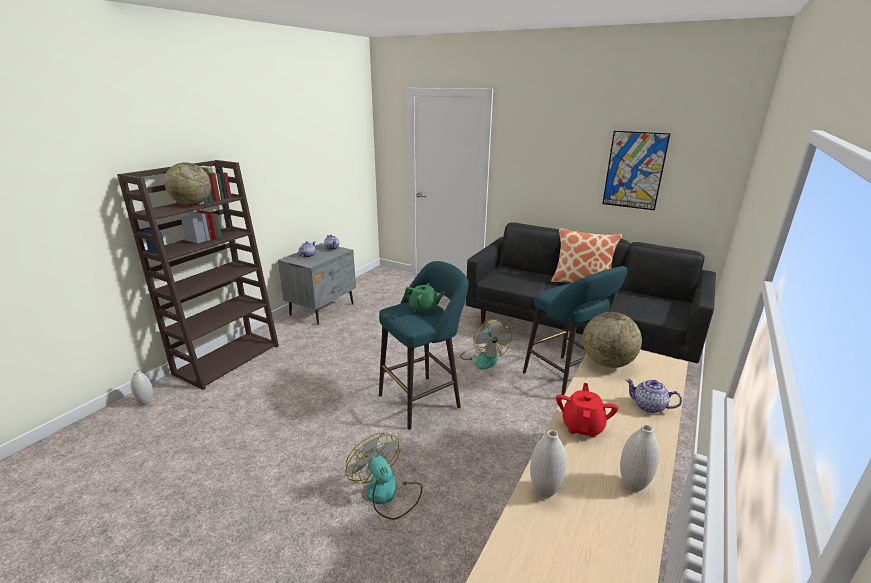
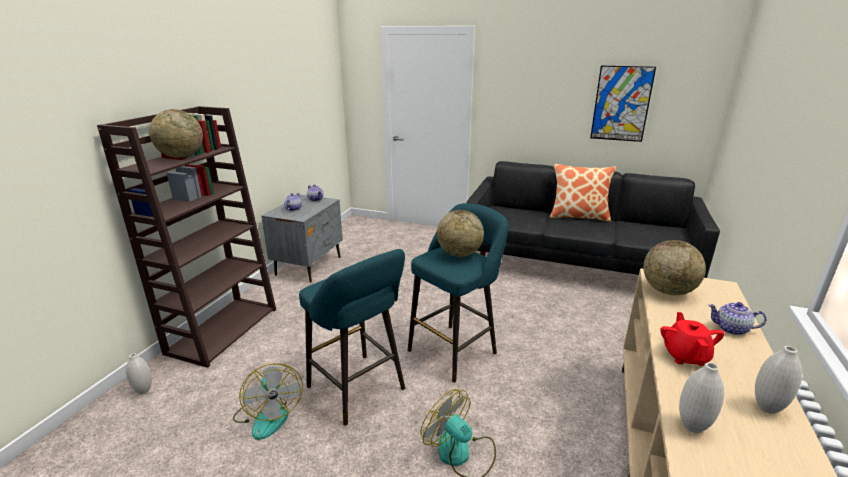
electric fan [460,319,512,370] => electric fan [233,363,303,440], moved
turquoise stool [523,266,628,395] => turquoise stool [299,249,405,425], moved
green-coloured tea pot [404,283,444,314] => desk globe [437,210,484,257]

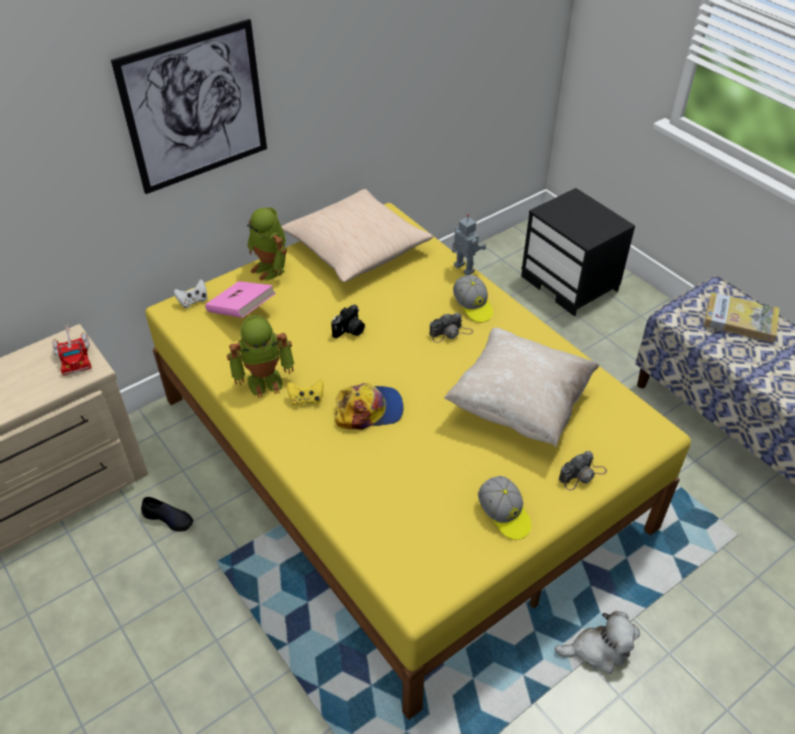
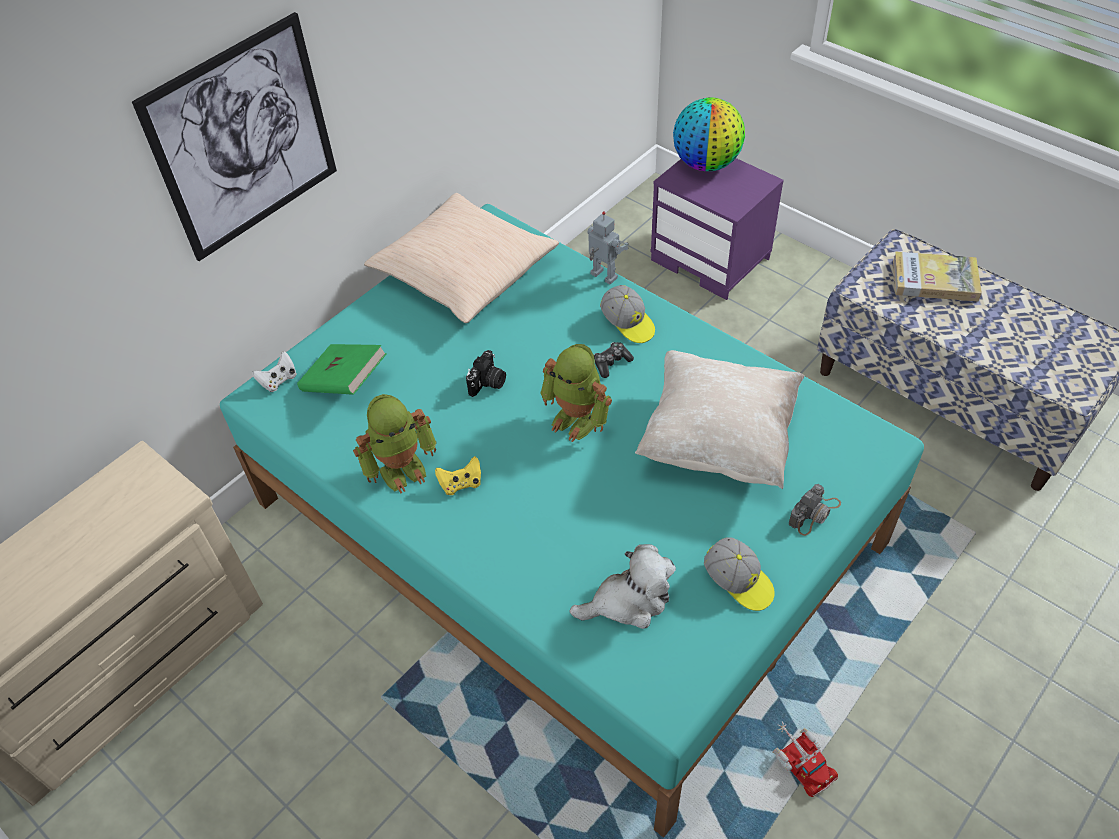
blackish low shoe [141,497,193,532] => nothing
cap [335,383,404,430] => nothing
nothing => desk globe [673,97,745,171]
model truck [52,324,92,375] => model truck [773,722,838,797], moved
toy robot [247,207,287,281] => toy robot [540,344,612,442], moved
cuddly toy [555,611,640,674] => cuddly toy [569,544,676,629], moved
still camera [430,313,473,343] => game controller [594,342,634,378]
yellow-coloured bedroom bed [145,203,691,720] => turquoise bedroom bed [220,204,924,838]
pink-coloured book [205,281,276,318] => green-coloured book [297,344,387,395]
blackish bedside table [521,188,635,316] => purple bedside table [651,158,784,300]

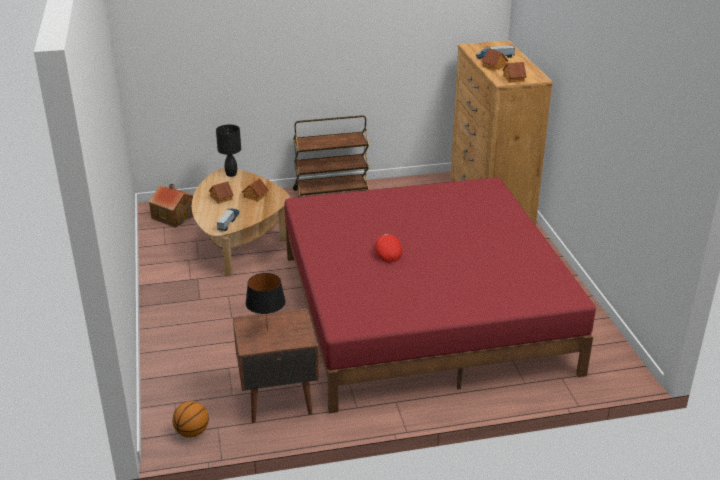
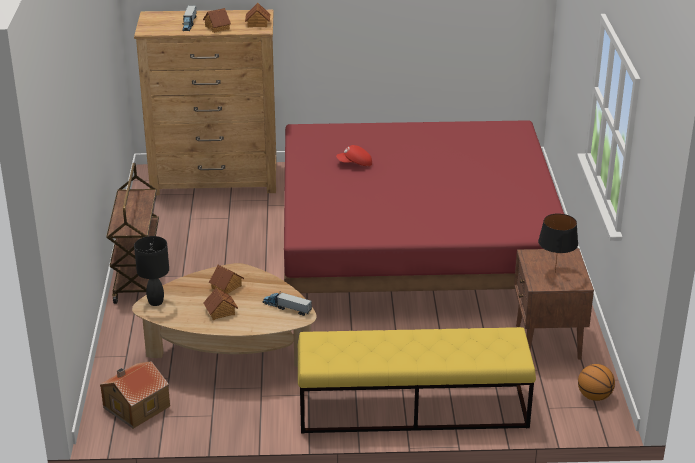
nothing => yellow-coloured indoor bench [298,327,536,434]
red-coloured cap [375,234,402,263] => red-coloured cap [336,145,372,166], moved

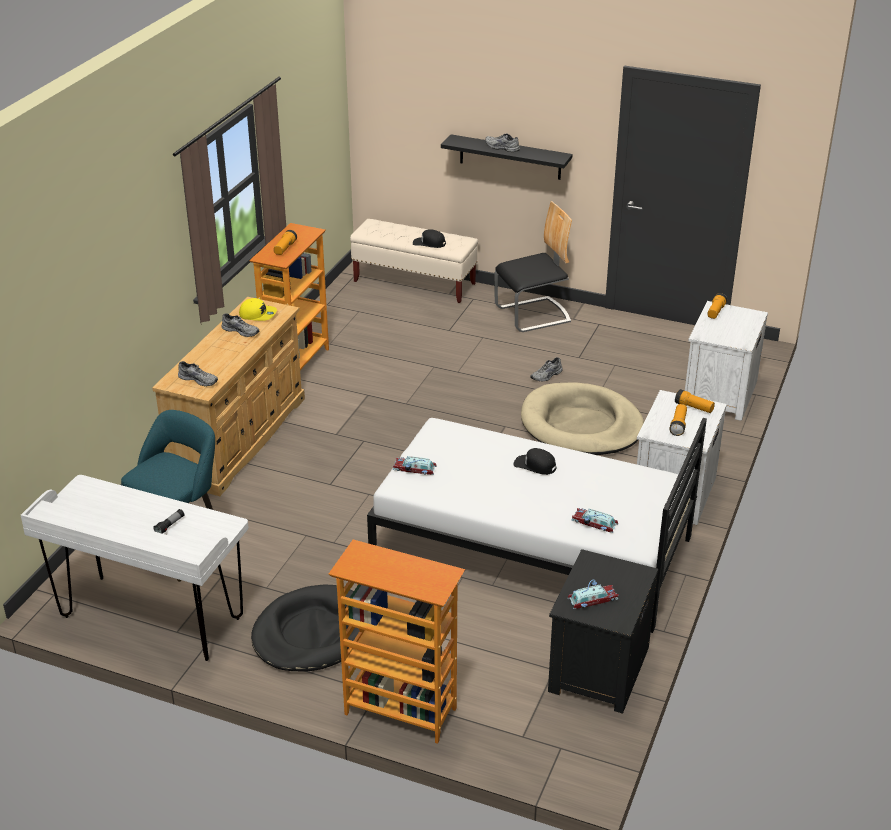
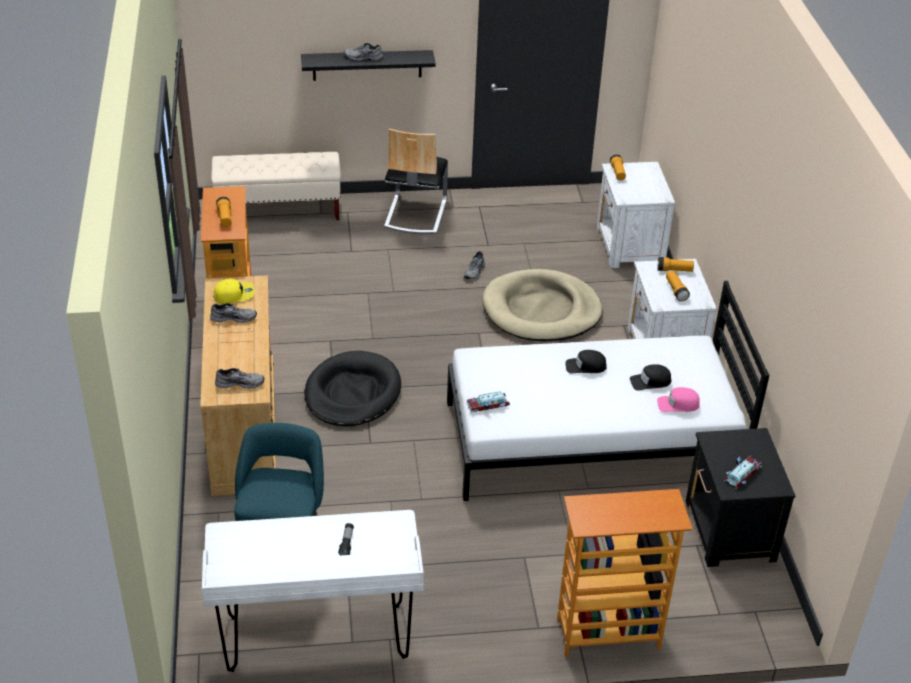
blackish dog cushion [251,585,359,672] => blackish dog cushion [304,351,401,426], moved
blackish cap [413,229,446,248] => blackish cap [630,364,671,391], moved
toy car [572,508,618,533] => pink-coloured cap [657,387,700,412]
chair [494,201,572,332] => chair [384,129,448,234], 150 degrees clockwise

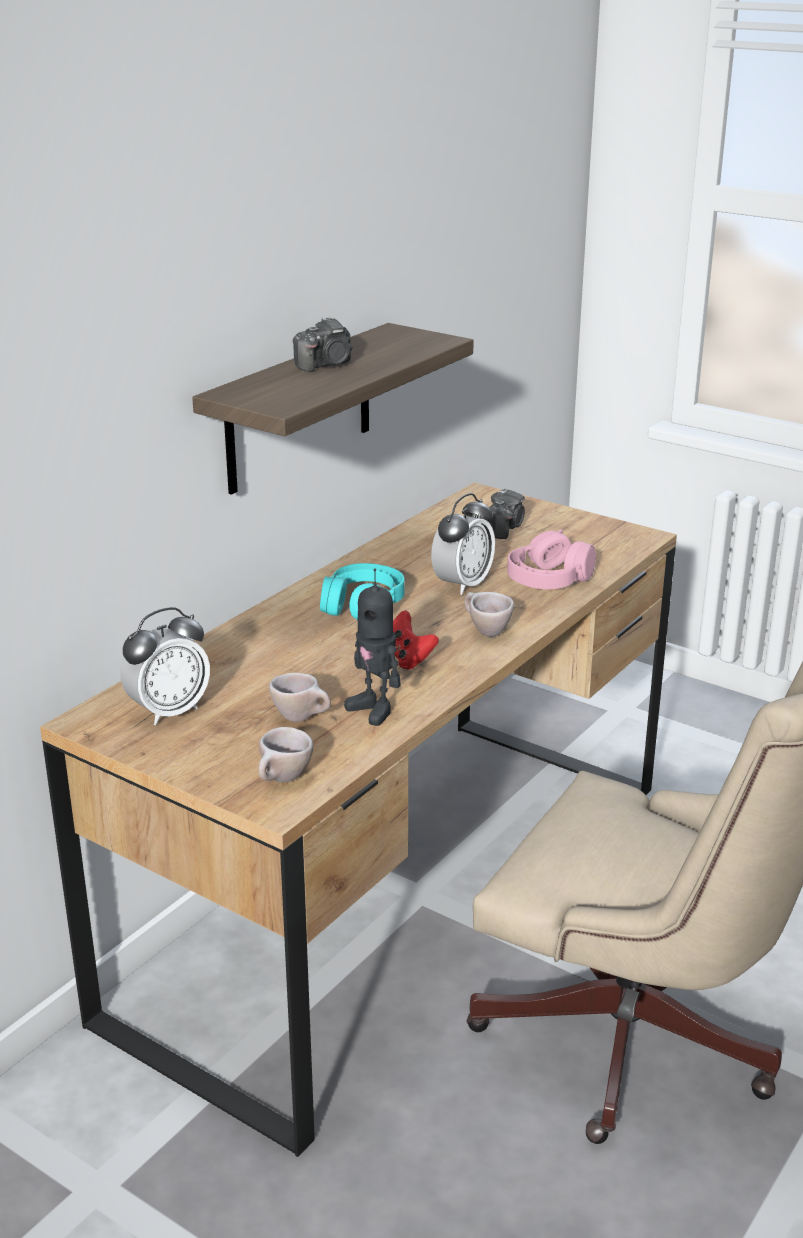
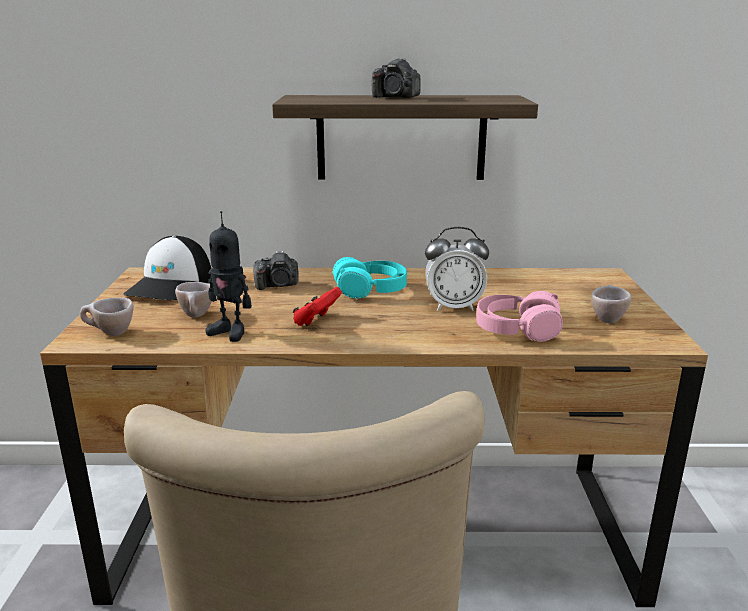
sand-coloured small cup [464,592,514,637] => sand-coloured small cup [591,285,632,323], moved
still camera [488,488,525,539] => still camera [253,251,299,290], moved
table clock [120,607,210,725] => cap [124,236,211,300]
toy robot [344,569,401,726] => toy robot [205,211,252,342], 75 degrees counterclockwise

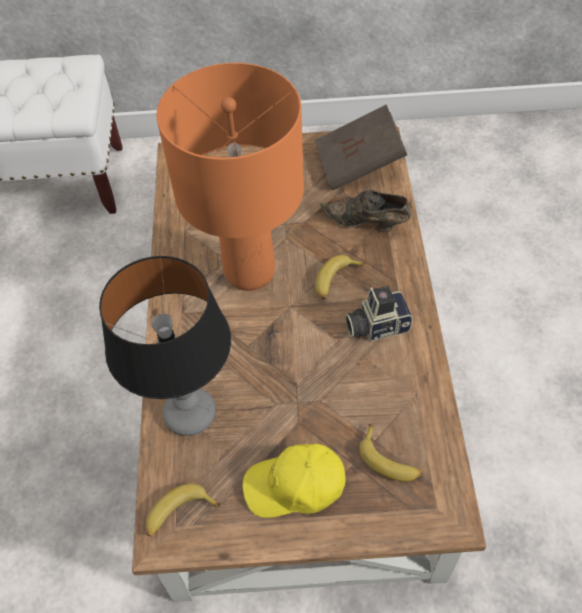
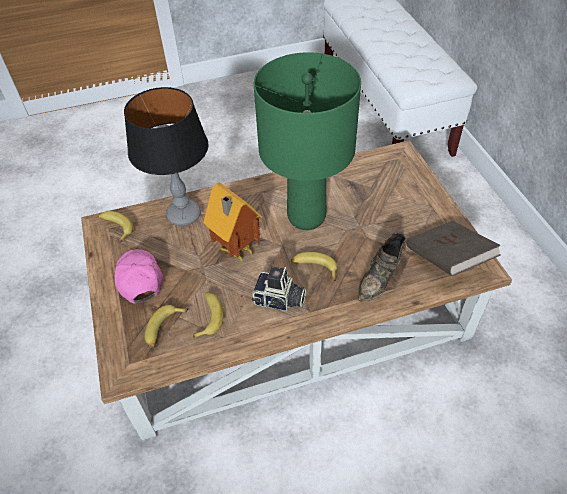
nothing => banana [193,292,224,339]
nothing => model house [203,182,262,263]
orange-coloured table lamp [157,63,304,291] => green-coloured table lamp [254,52,361,230]
yellow-coloured cap [243,444,346,518] => pink-coloured cap [115,249,163,304]
brown low shoe [320,190,411,232] => brown low shoe [358,232,406,301], 150 degrees counterclockwise
still camera [345,286,413,341] => still camera [252,267,306,311], 135 degrees clockwise

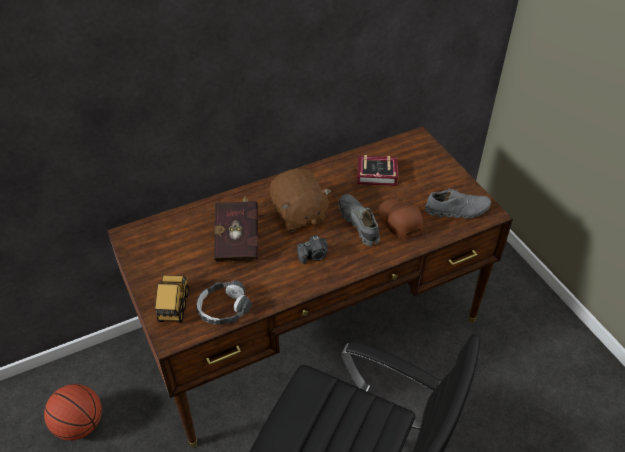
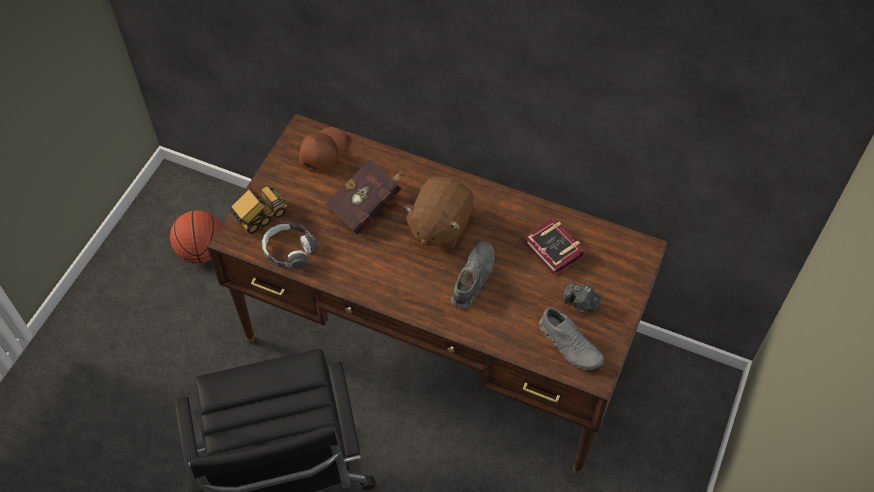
still camera [297,235,328,264] => still camera [564,282,601,313], moved
brown cap [378,199,423,239] => brown cap [299,127,347,173], moved

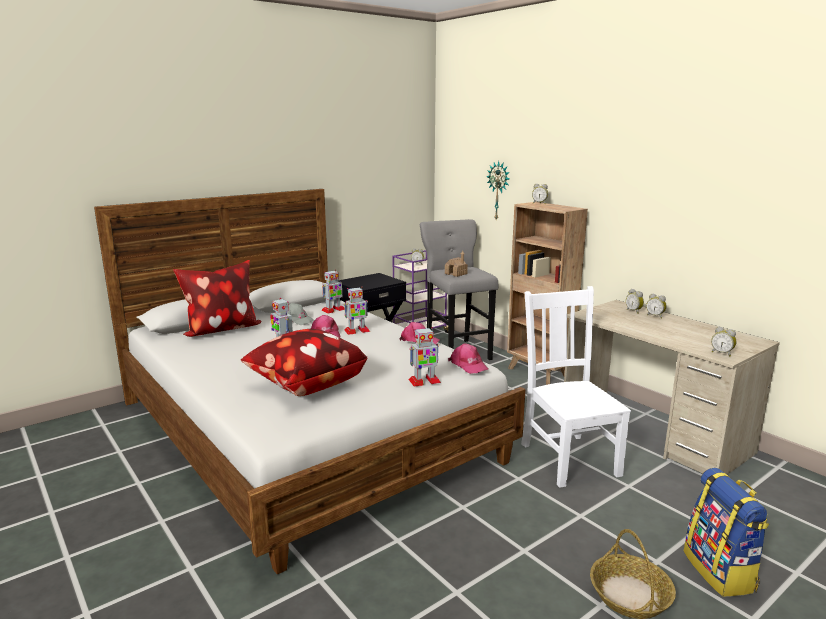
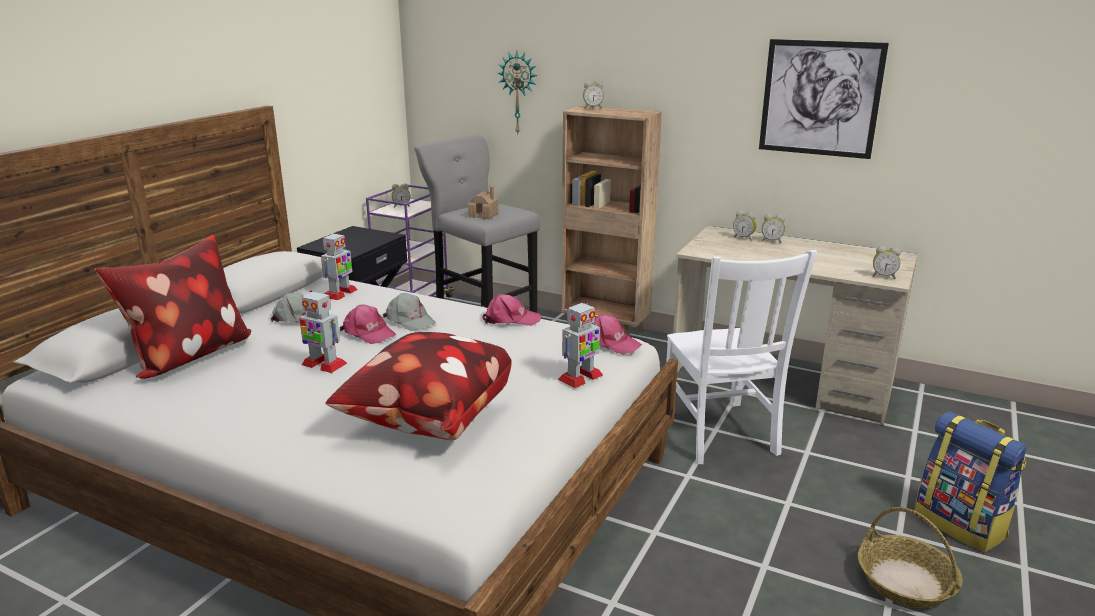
nothing => wall picture [759,39,889,159]
toy robot [344,287,370,335] => gray cap [383,293,436,331]
white chair [521,286,631,488] => white chair [666,250,817,464], 150 degrees counterclockwise

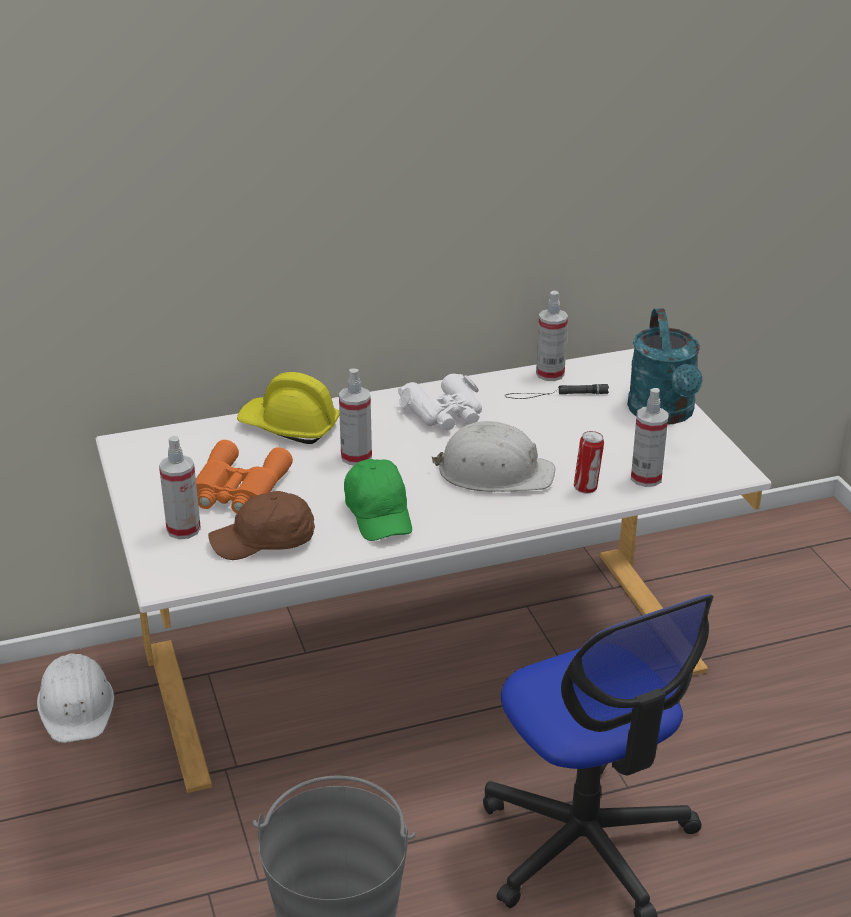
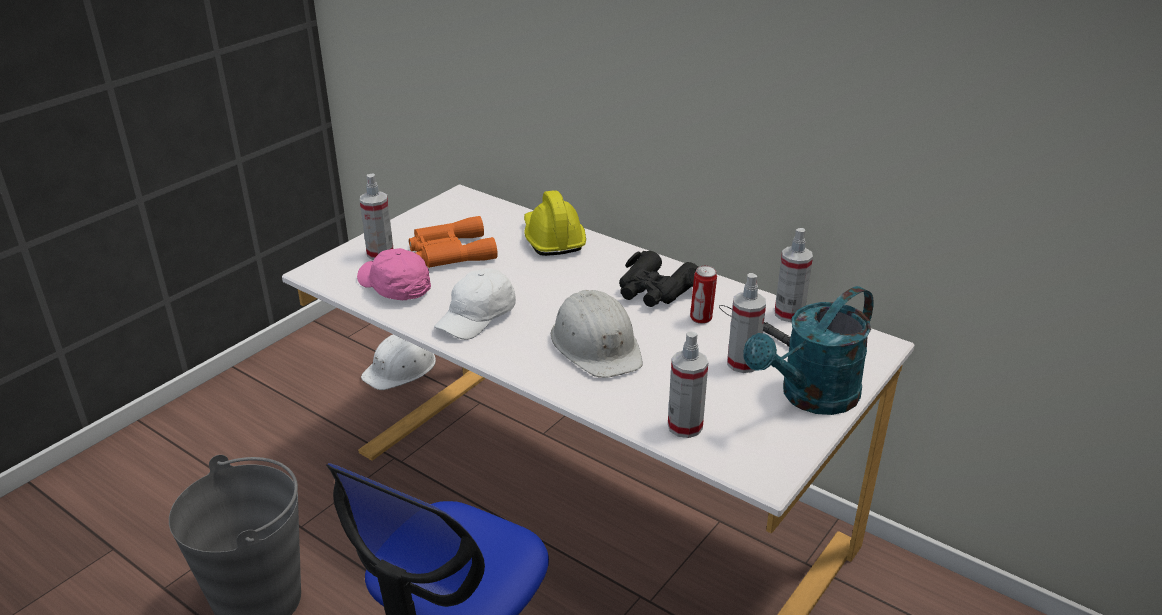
hand sprayer [339,369,372,465] => hand sprayer [727,273,766,373], moved
can [574,431,604,494] => can [690,266,717,324], moved
brown cap [208,491,315,560] => pink-coloured cap [357,248,431,300]
green-coloured cap [344,459,412,541] => white cap [434,268,516,340]
white binoculars [398,374,482,431] => blackish binoculars [619,251,699,307]

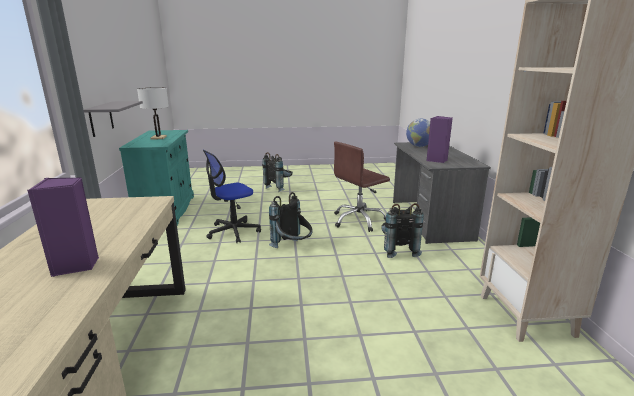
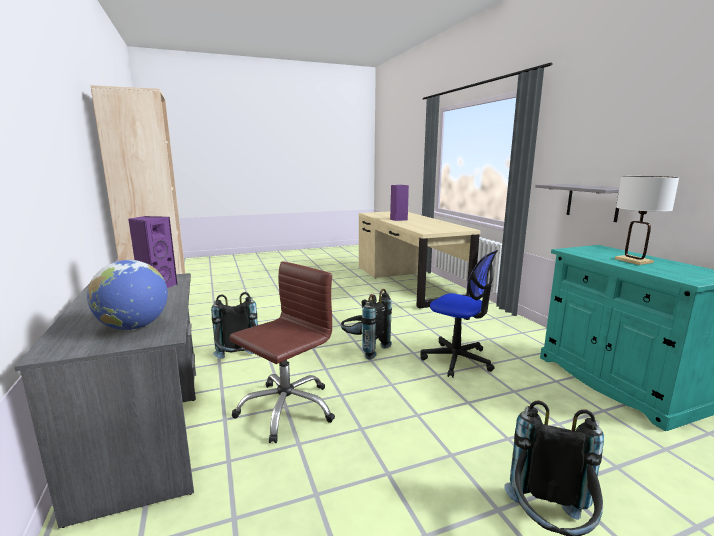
desk chair [203,150,261,243] => desk chair [420,250,498,378], 90 degrees clockwise

